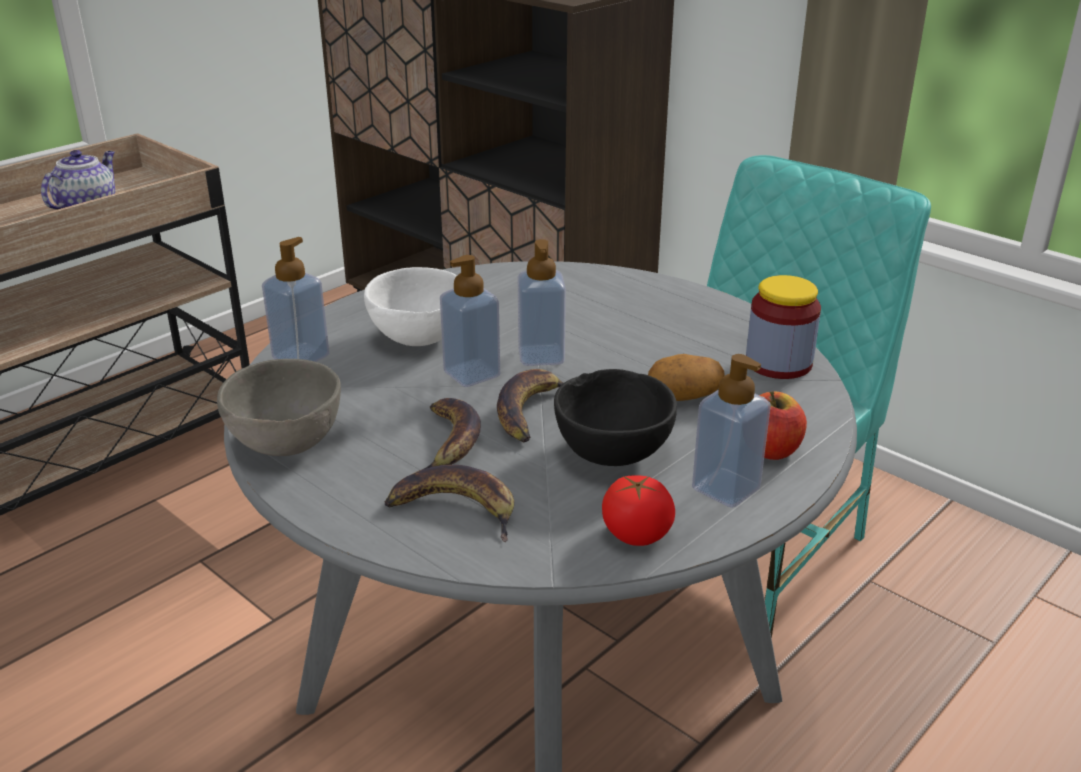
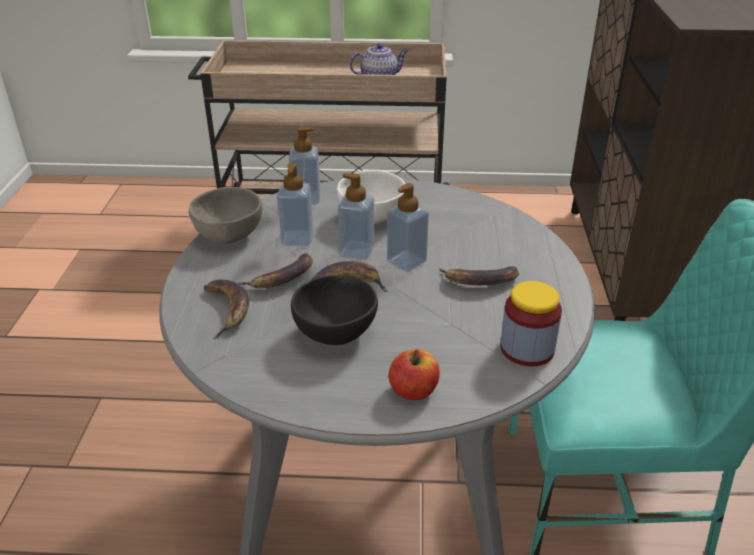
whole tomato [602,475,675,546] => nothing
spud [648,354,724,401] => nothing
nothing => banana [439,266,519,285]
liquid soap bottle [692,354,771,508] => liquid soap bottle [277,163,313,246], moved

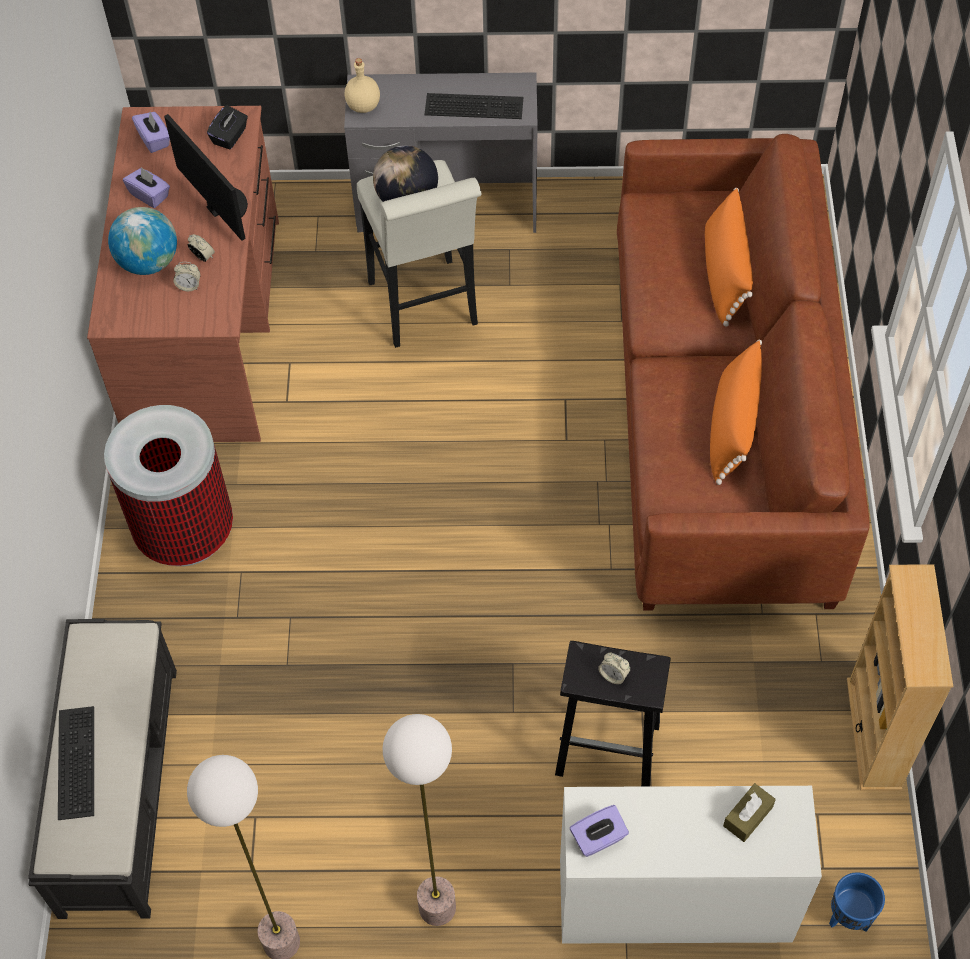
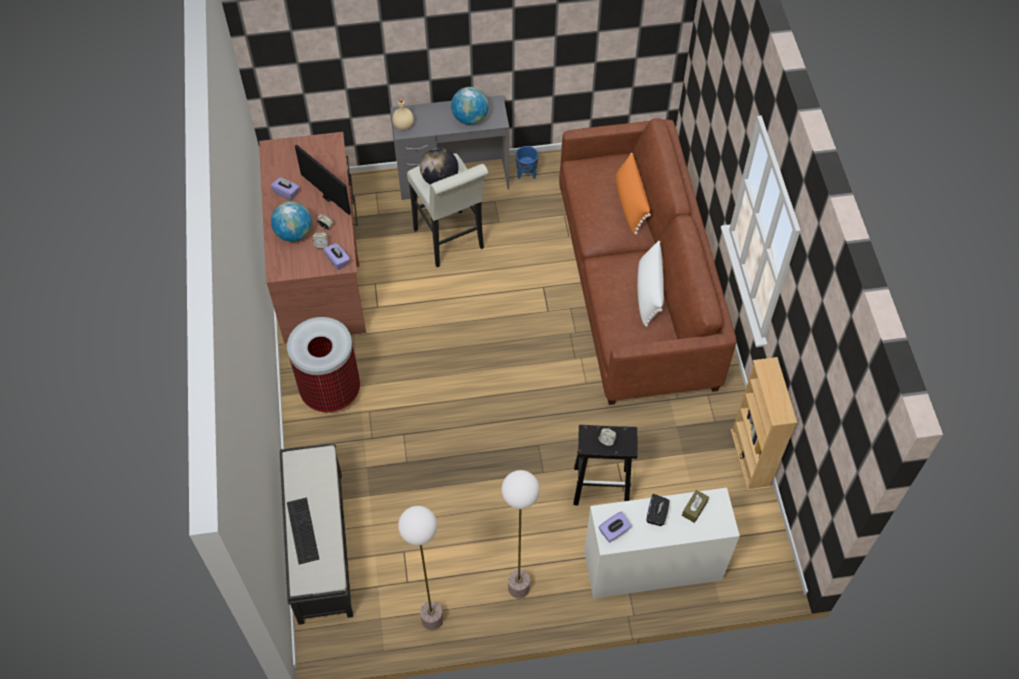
purple tissue holder [132,112,170,153] => purple tissue holder [323,243,350,270], moved
blackish tissue holder [207,105,248,149] => blackish tissue holder [647,494,669,526], moved
blue flower pot [829,872,885,932] => blue flower pot [515,146,538,179], moved
computer keyboard [424,93,523,119] => desk globe [451,87,489,125]
orange-coloured pillow [710,340,762,485] => white pillow [637,241,664,327]

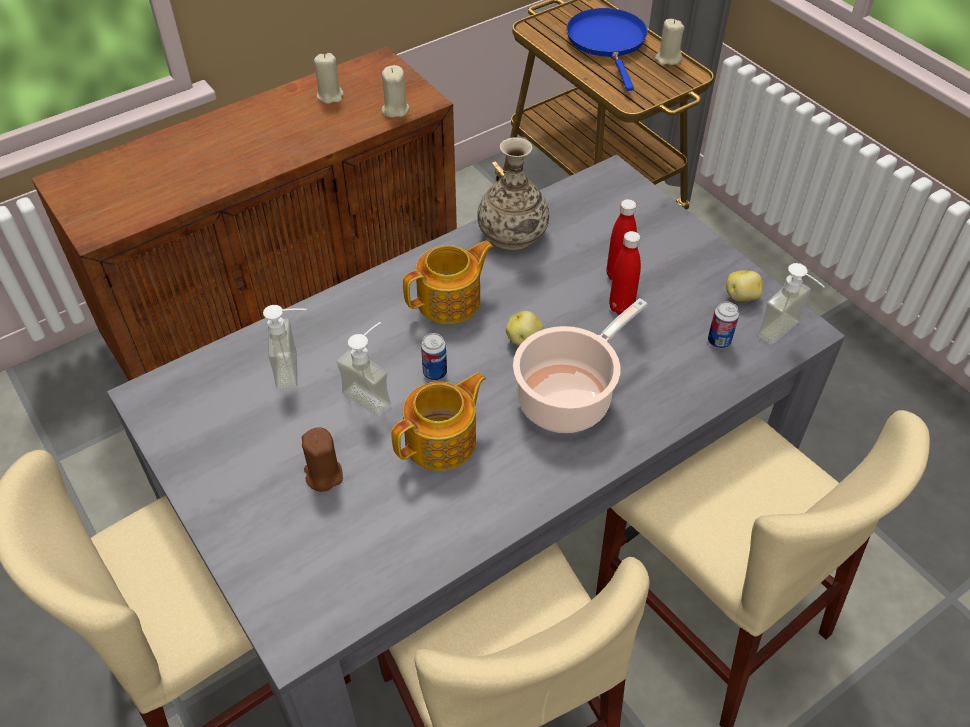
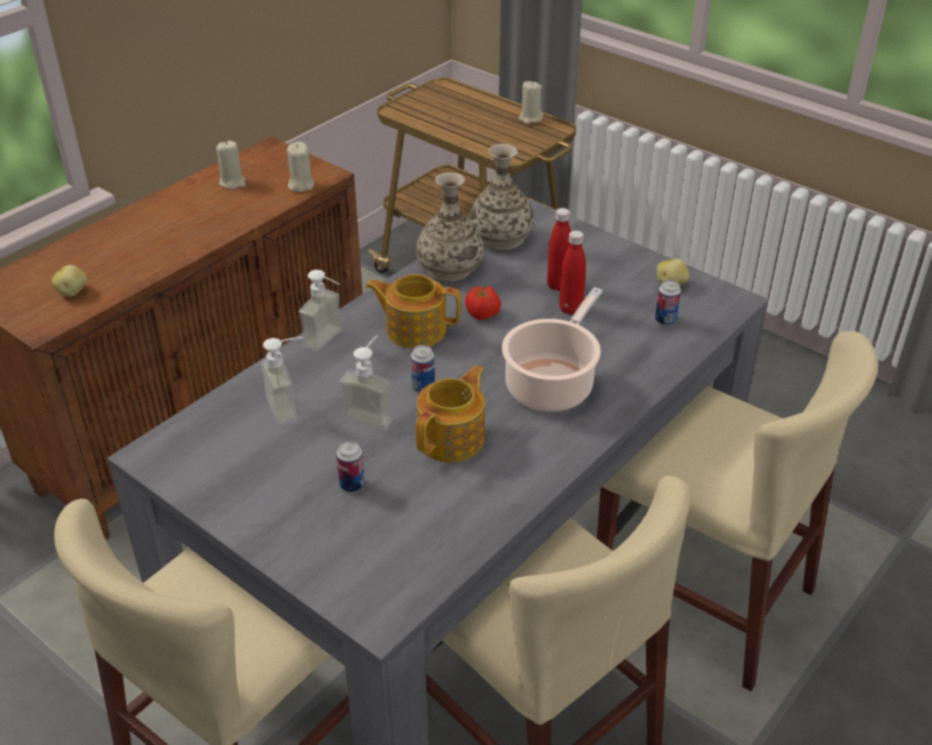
blue skillet [566,8,648,91] => nothing
nothing => whole tomato [465,285,501,320]
nothing => vase [469,144,534,250]
spud [506,311,544,346] => spud [52,265,88,297], moved
liquid soap bottle [757,263,825,345] => liquid soap bottle [299,270,342,352], moved
brown candle [302,427,343,492] => can [336,441,365,492]
tea pot [403,241,493,324] => tea pot [365,274,461,348], 120 degrees counterclockwise

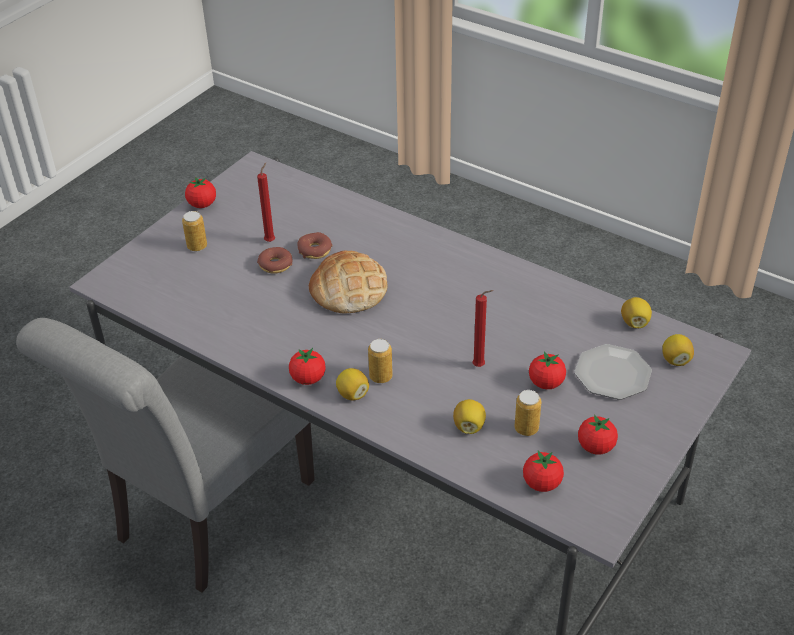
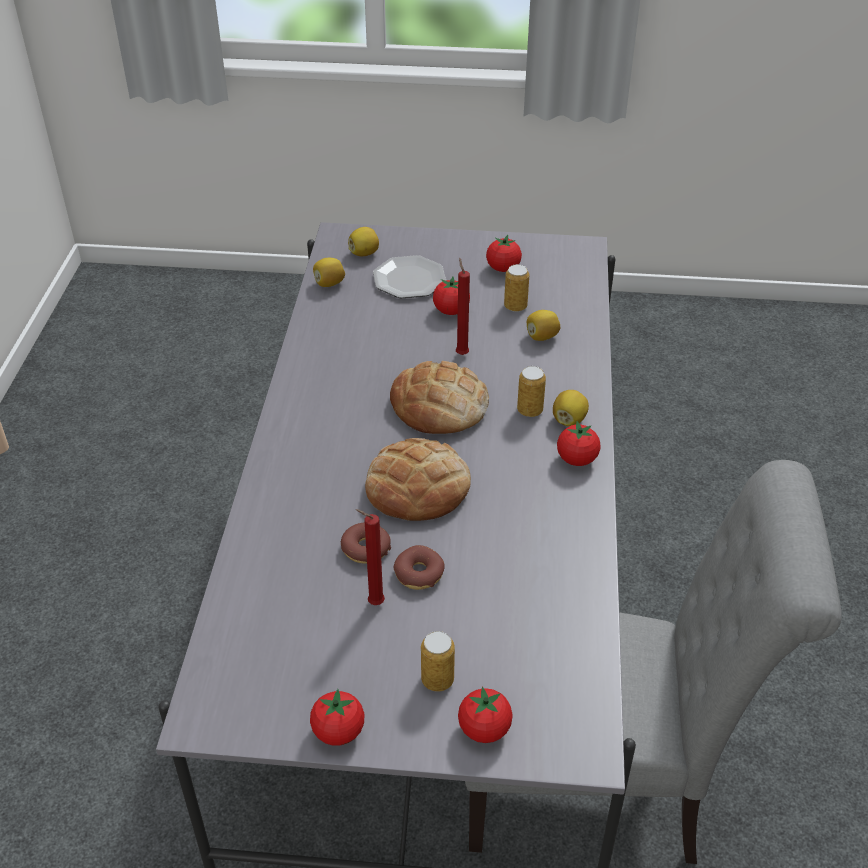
nothing => baked bread [390,361,489,434]
whole tomato [523,451,564,492] => whole tomato [458,687,513,743], moved

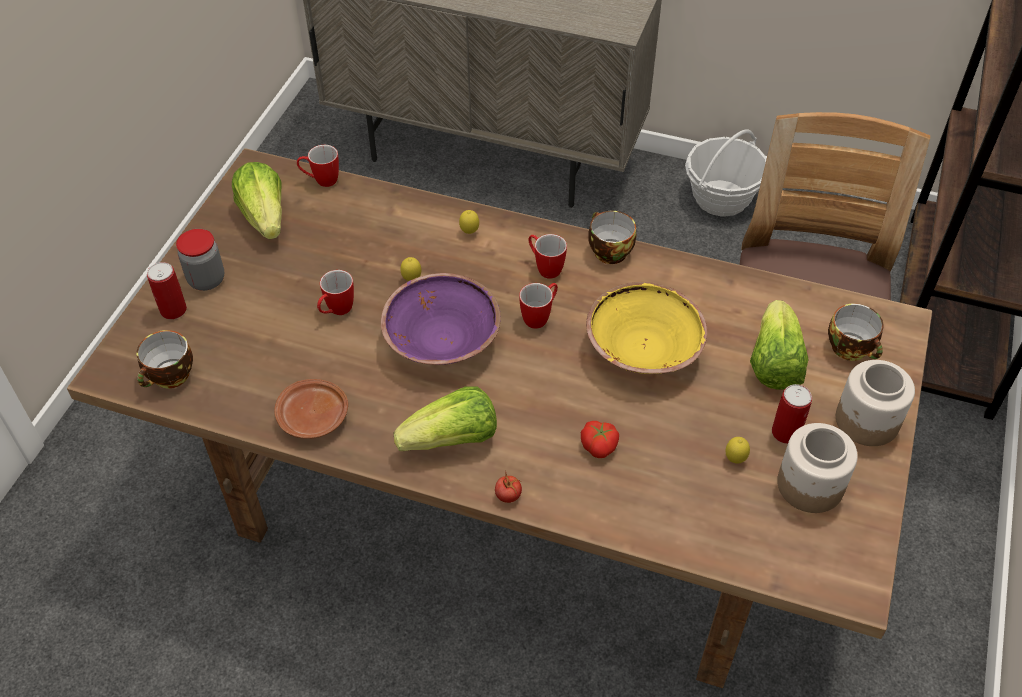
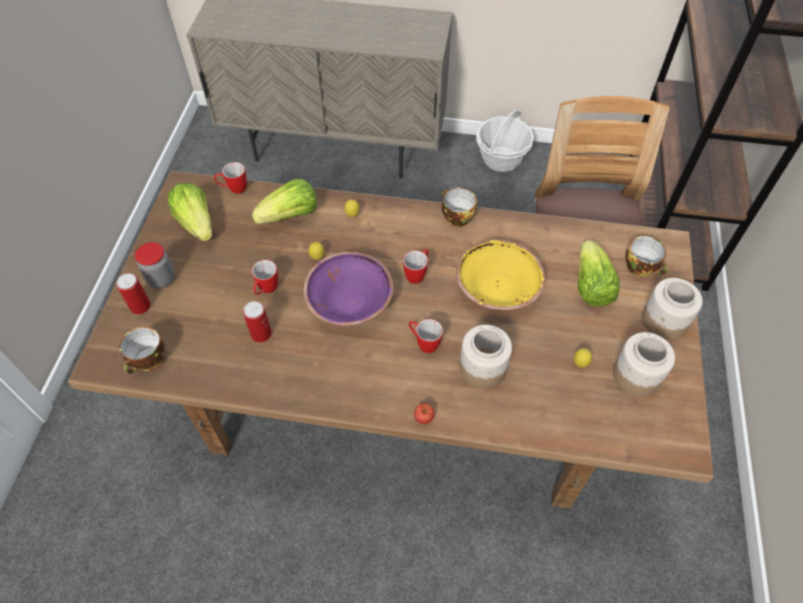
brown dinner plate [274,379,348,439] => nothing
lettuce head [394,386,497,451] => lettuce head [252,179,317,224], moved
coffee mug [529,234,567,279] => coffee mug [409,319,443,353], moved
can [772,384,812,444] => can [243,301,272,343], moved
whole tomato [581,421,619,458] => preserve jar [459,325,512,389]

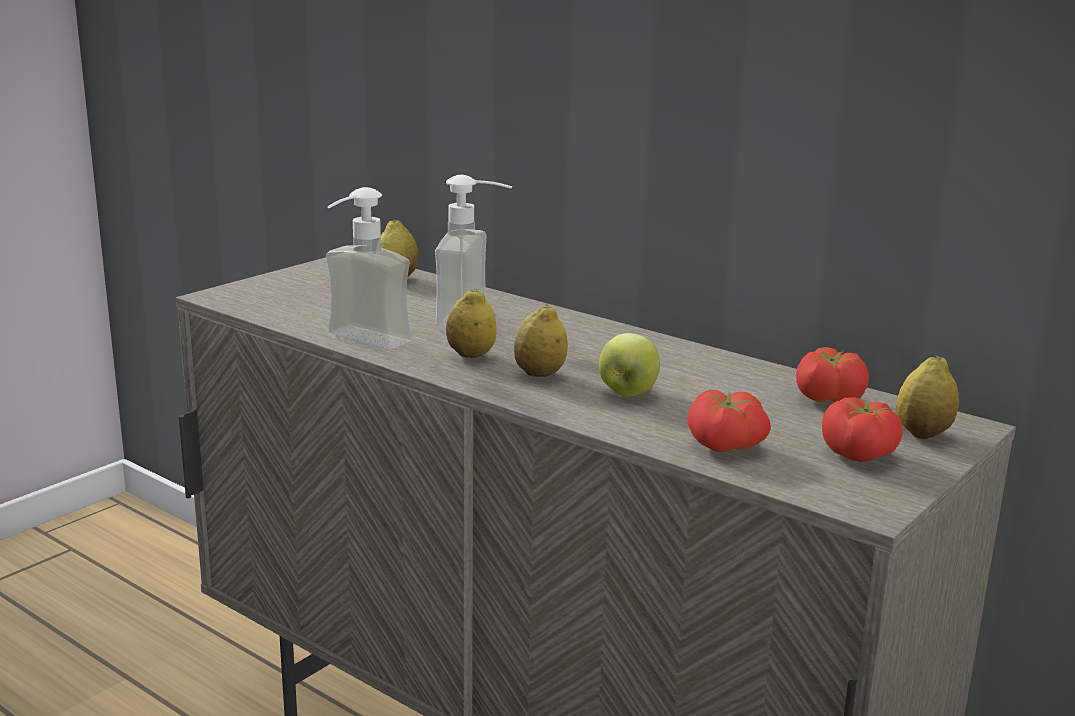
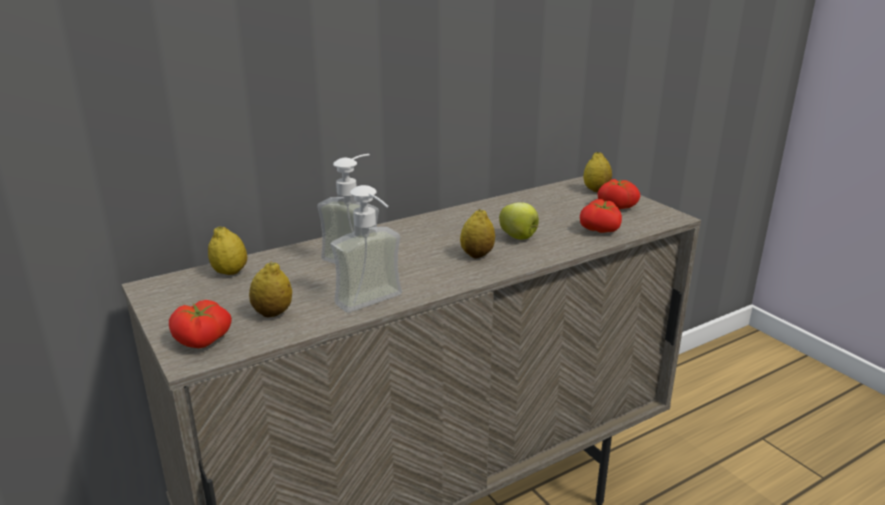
whole lemon [446,288,496,358] => whole lemon [249,262,292,317], moved
whole tomato [796,347,869,402] => whole tomato [169,300,232,348], moved

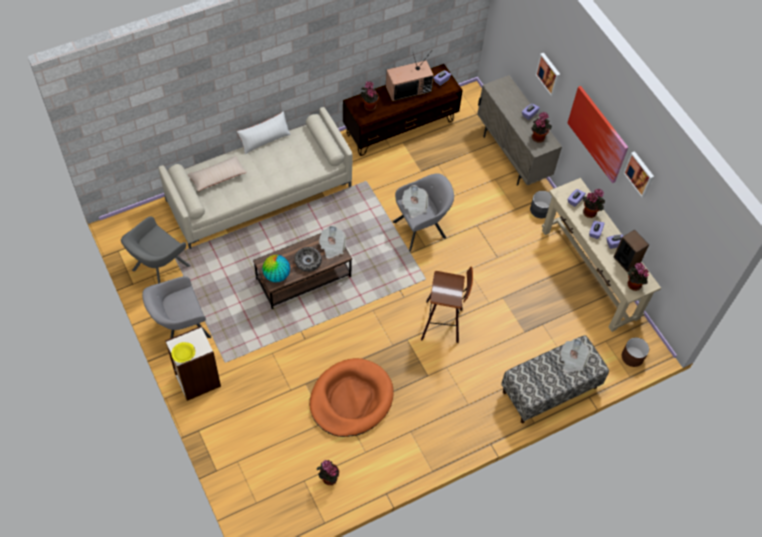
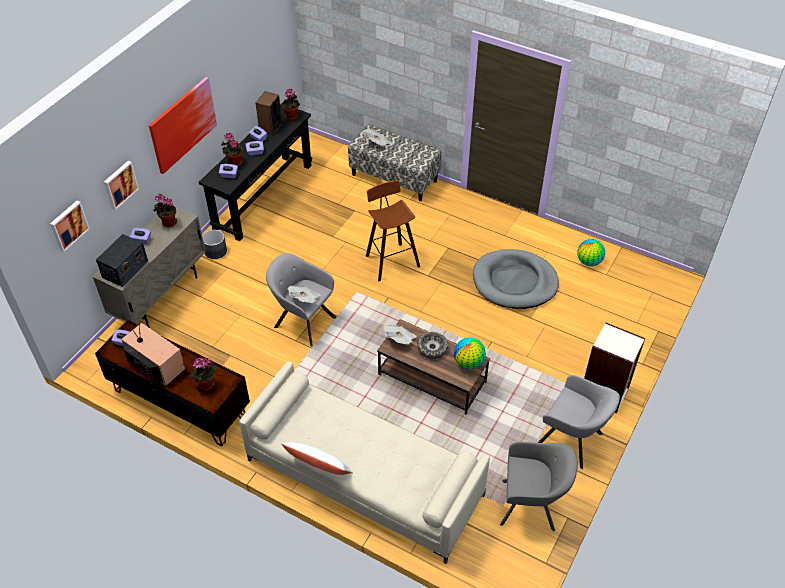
yellow-coloured serving bowl [171,342,195,363] => nothing
sand-coloured pillow [187,156,247,192] => nothing
brown flower pot [622,337,649,367] => nothing
nothing => radio receiver [96,234,148,287]
wall picture [623,151,654,198] => wall picture [50,200,90,252], moved
houseplant [317,460,339,485] => desk globe [578,239,605,266]
orange-coloured dog cushion [310,358,394,437] => gray dog cushion [473,249,559,309]
sand-coloured narrow table [542,178,661,332] => blackish narrow table [199,103,312,241]

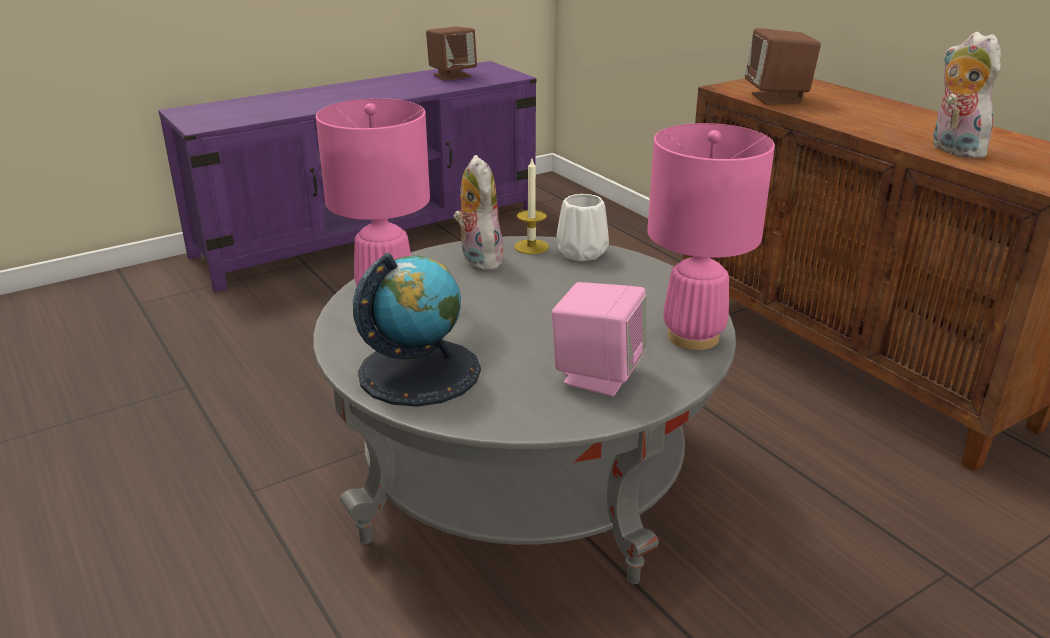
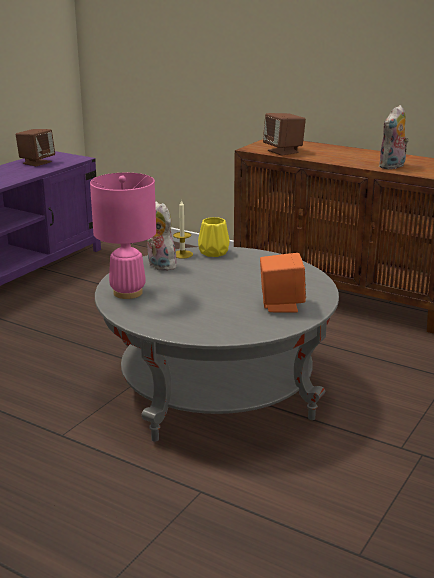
desk globe [353,252,481,407] => nothing
pink-coloured table lamp [647,123,775,350] => nothing
pink-coloured audio speaker [552,282,647,397] => orange-coloured audio speaker [260,253,306,312]
white vase [556,194,609,261] => yellow-coloured vase [198,217,230,257]
cuddly toy [933,32,1001,158] => cuddly toy [378,105,409,170], 90 degrees counterclockwise

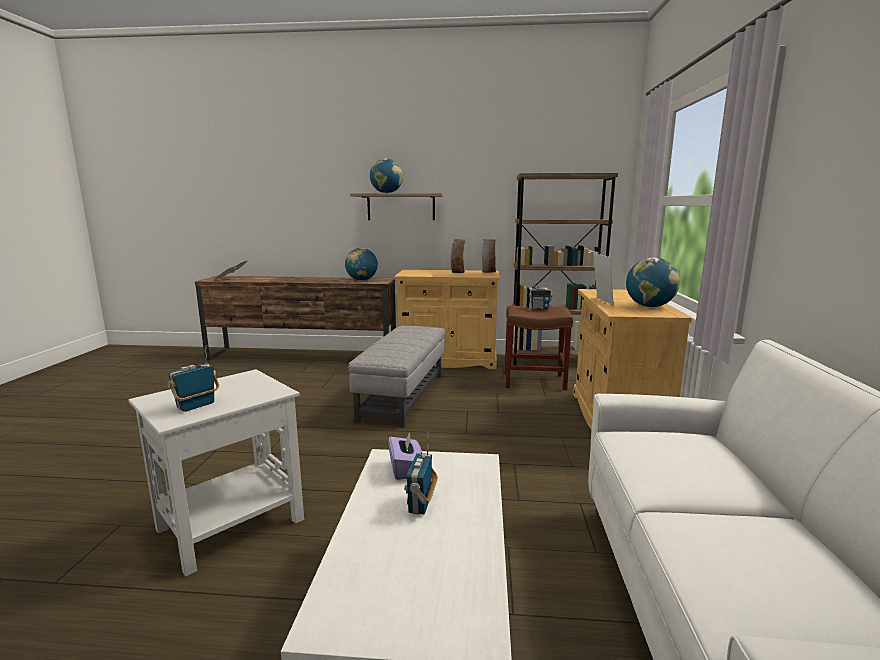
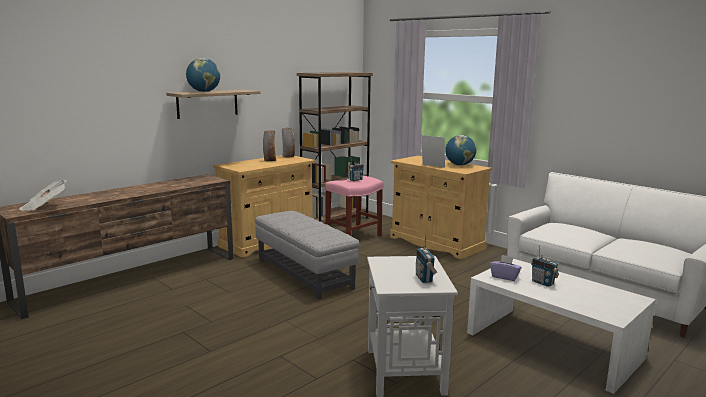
desk globe [345,248,378,281] => nothing
brown stool [505,306,573,390] => pink-coloured stool [325,176,383,237]

